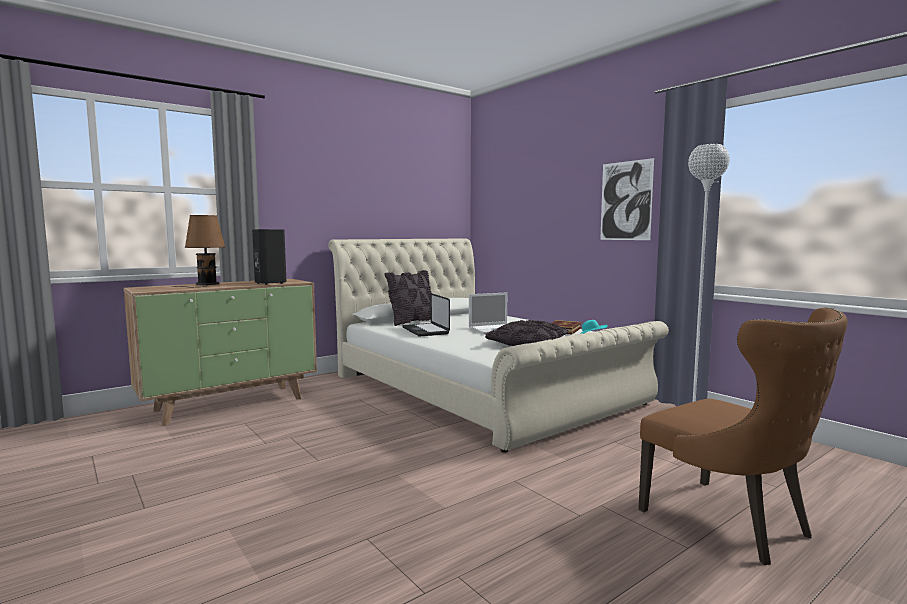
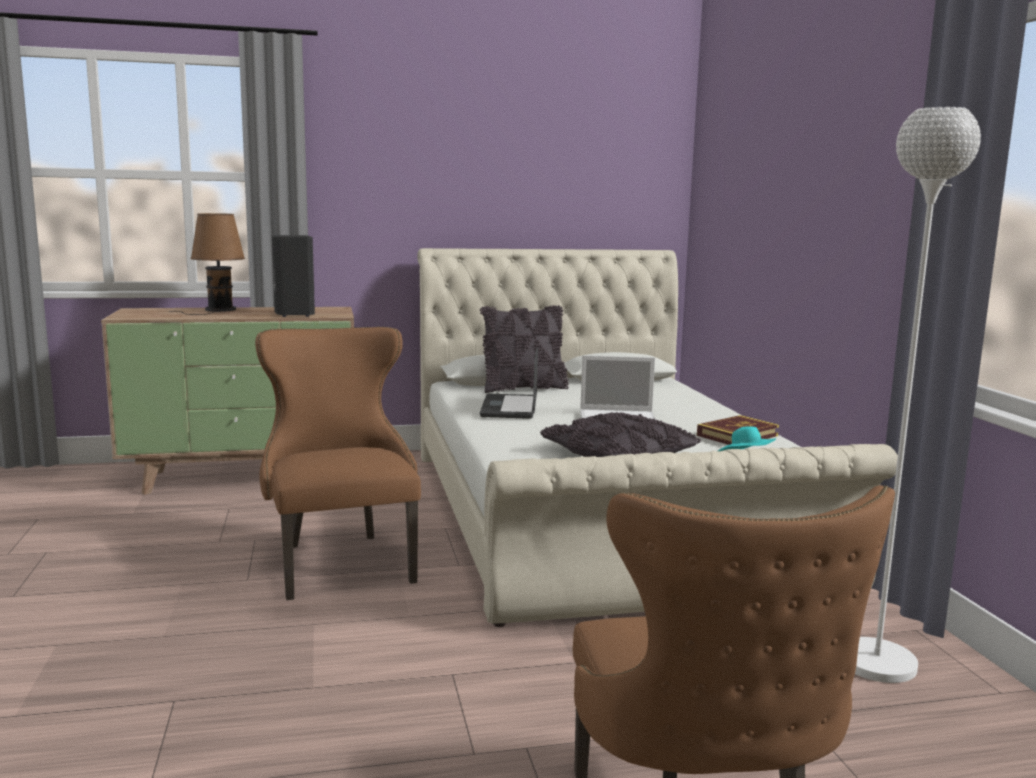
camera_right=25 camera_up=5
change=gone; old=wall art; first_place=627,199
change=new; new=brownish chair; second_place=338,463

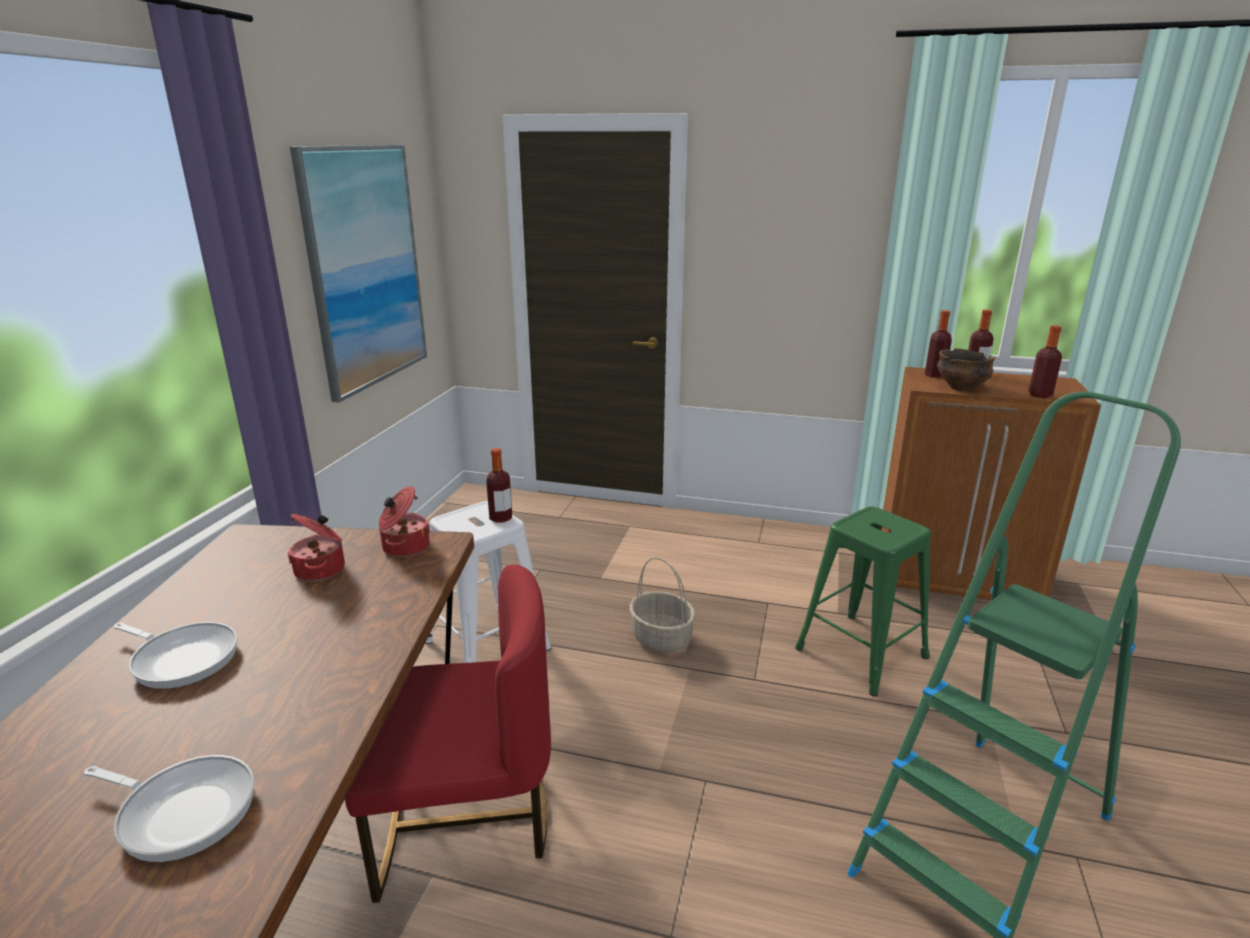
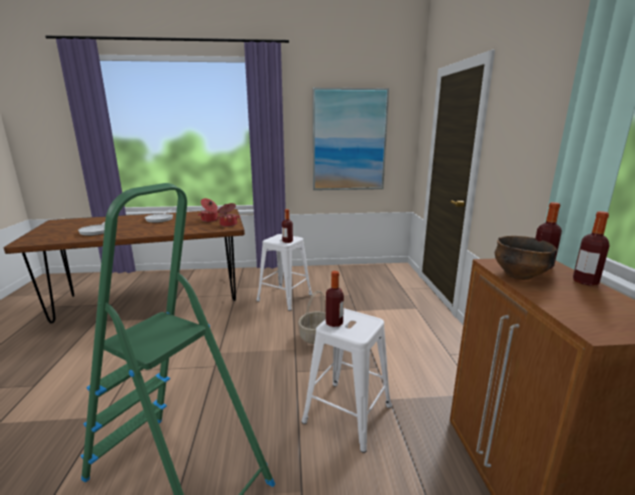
camera_right=70 camera_up=-5
change=shifted; old=drink bottle; first_place=1045,361; second_place=335,299
change=repainted; old=green-coloured sitting stool; new=white sitting stool; first_place=863,601; second_place=346,380
change=gone; old=reddish chair; first_place=448,733

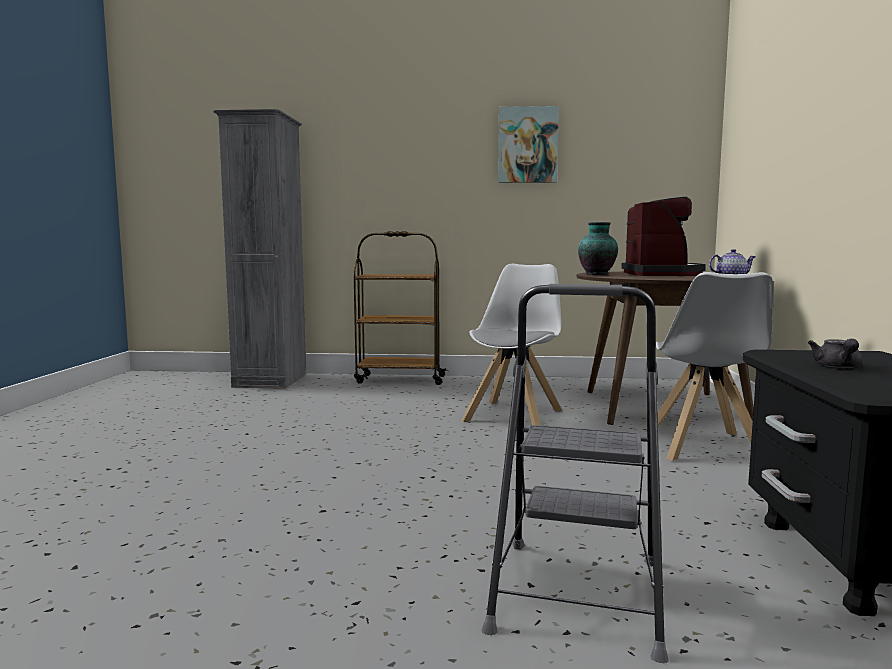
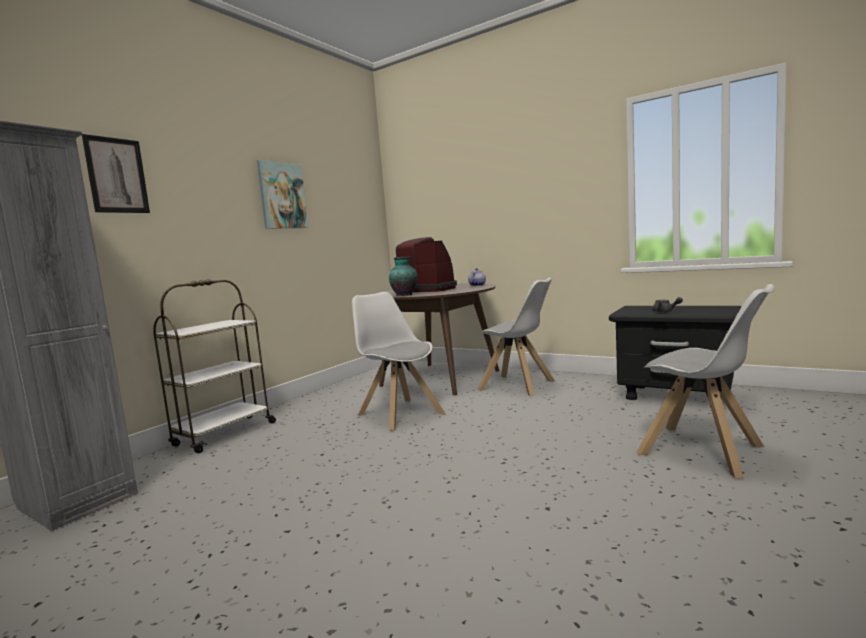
camera_right=-60 camera_up=0
change=repainted; old=brownish cart; new=white cart; first_place=401,308; second_place=214,366
change=swapped; old=greyish step ladder; new=chair; first_place=575,473; second_place=705,381
change=new; new=wall art; second_place=116,173

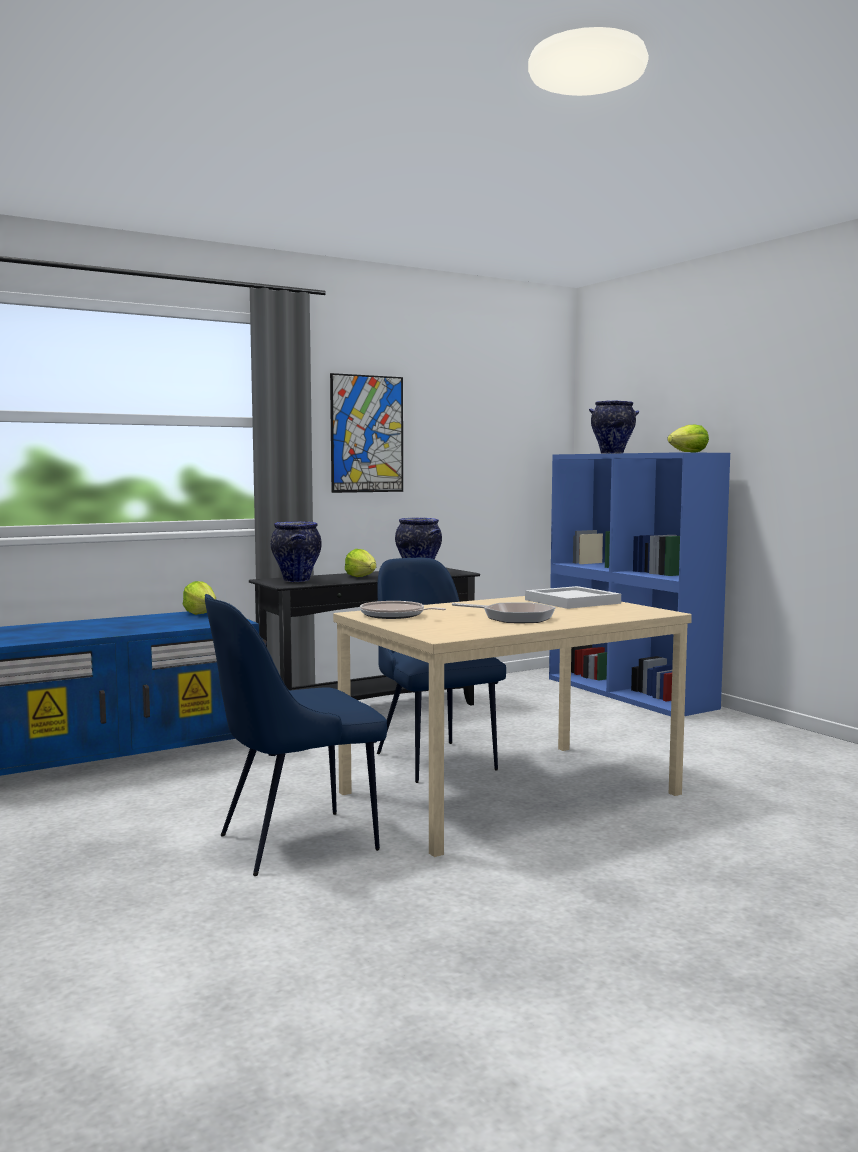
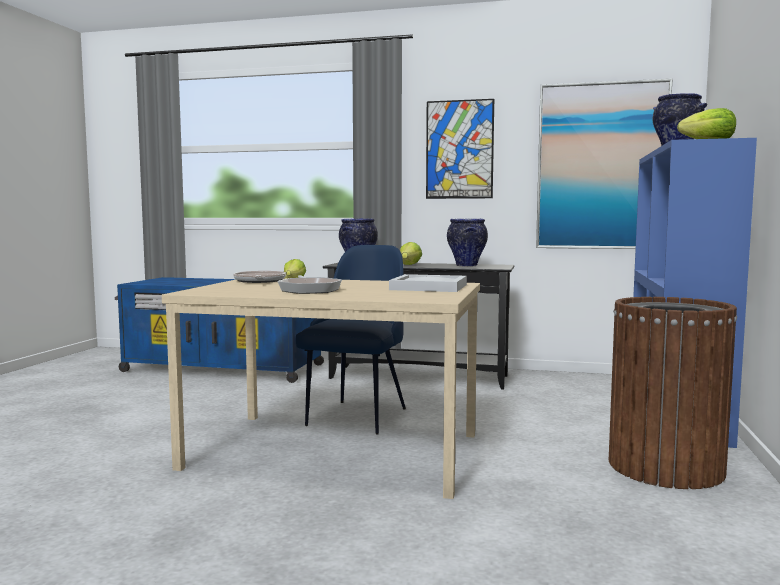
camera_right=45 camera_up=0
change=gone; old=bluish chair; first_place=296,735
change=new; new=wall art; second_place=604,164
change=new; new=brownish trash can; second_place=673,393

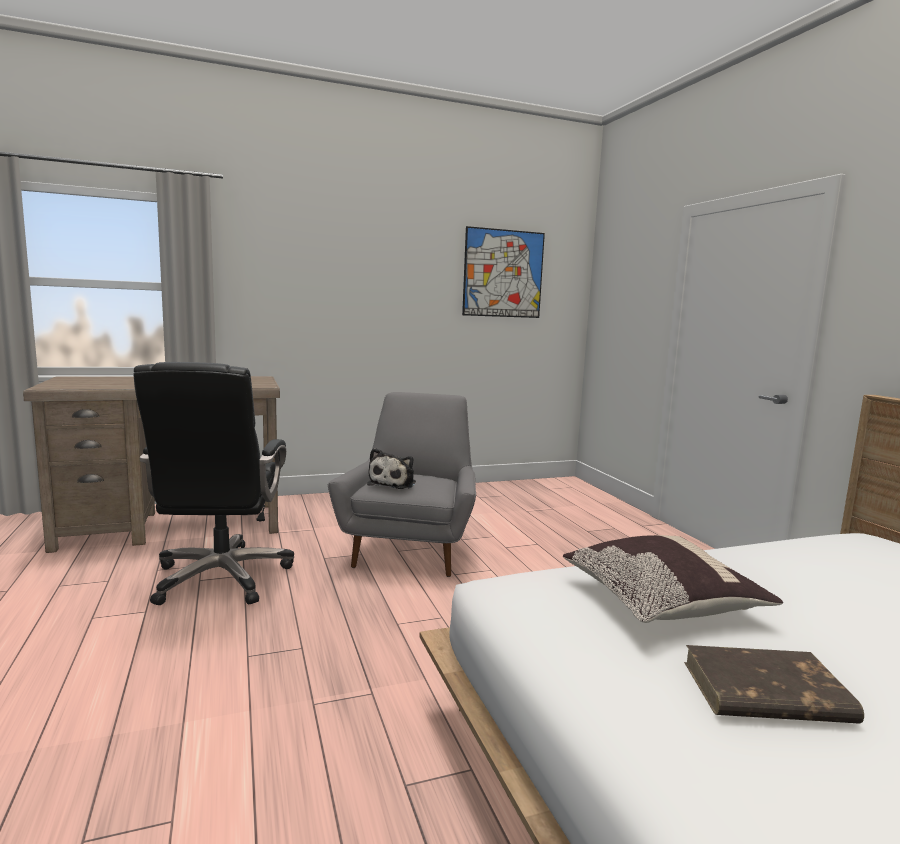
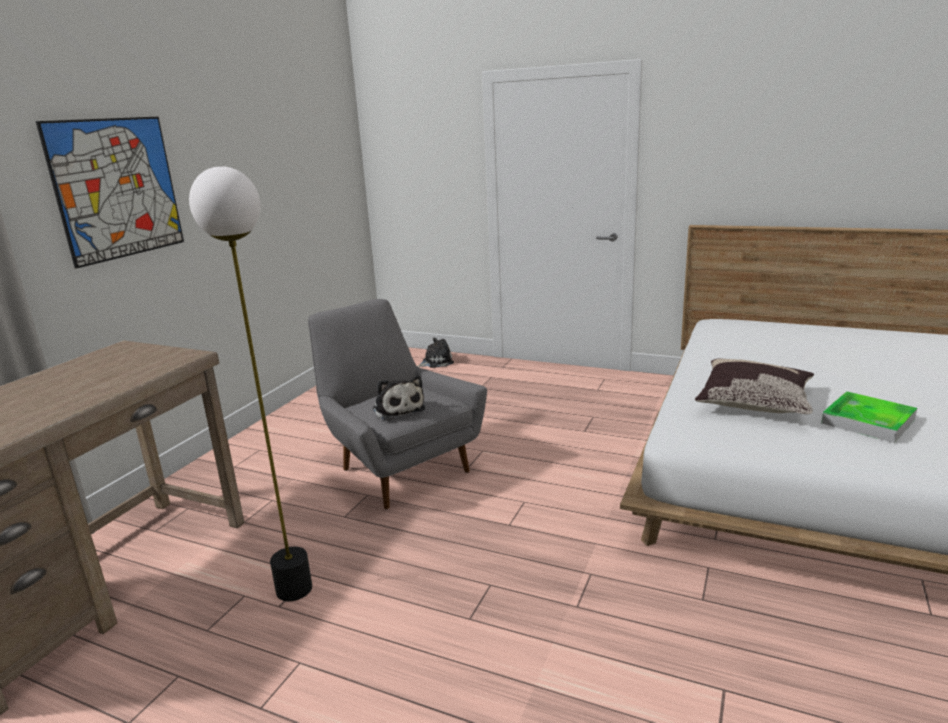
camera_right=-45 camera_up=10
change=shifted; old=wall art; first_place=503,272; second_place=110,193
change=swapped; old=black office chair; new=floor lamp; first_place=213,483; second_place=250,383
change=swapped; old=brownish volume; new=serving tray; first_place=774,684; second_place=869,417
change=new; new=soft toy; second_place=436,353

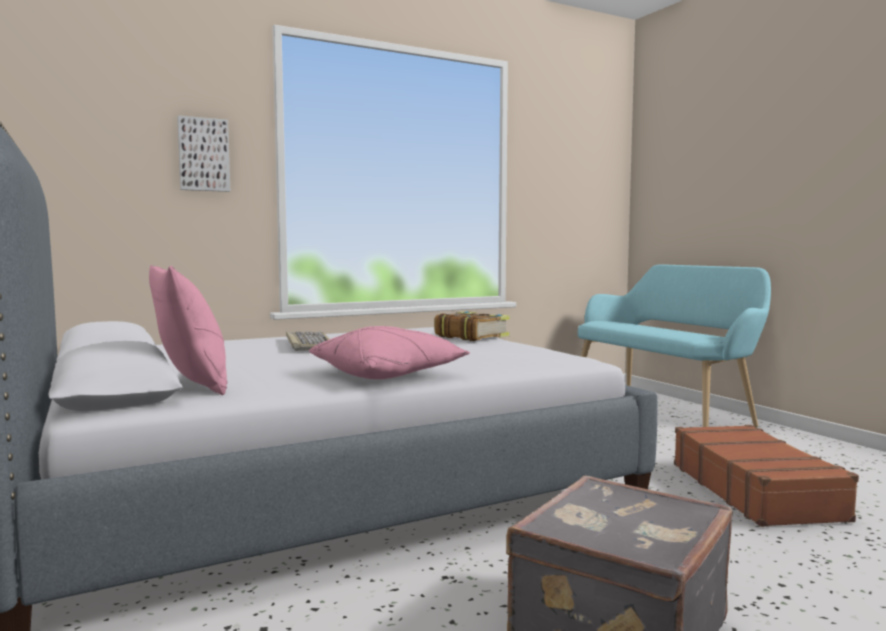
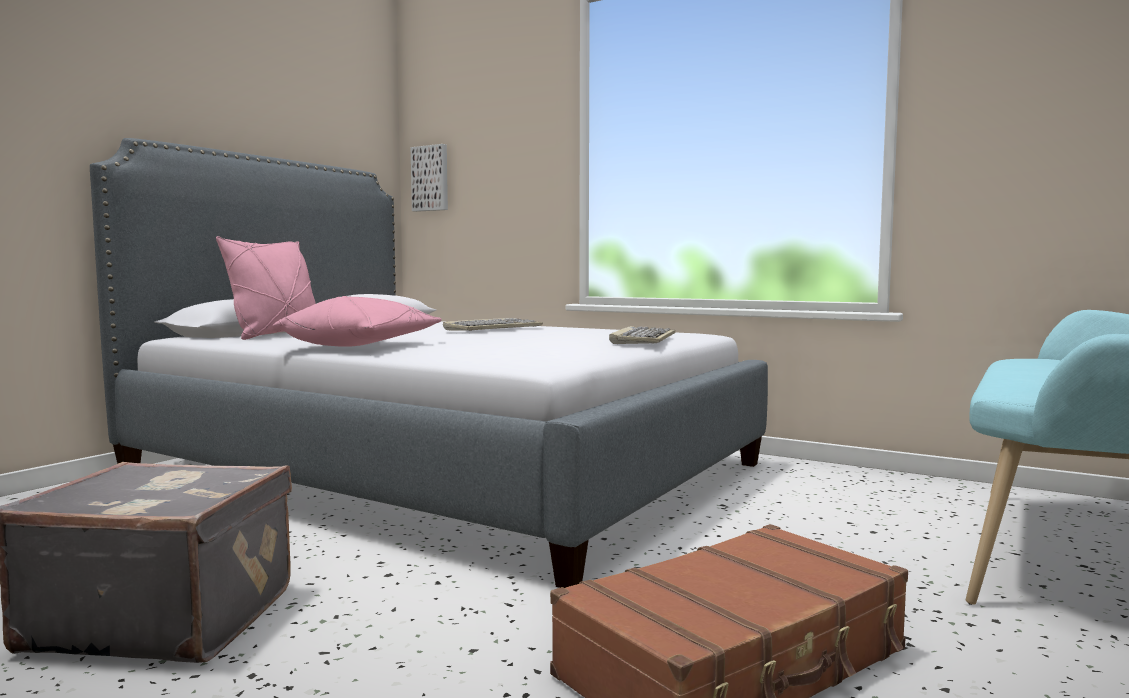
camera_right=60 camera_up=0
change=shifted; old=wall art; first_place=203,153; second_place=429,178
change=swapped; old=volume; new=computer keyboard; first_place=472,326; second_place=642,335

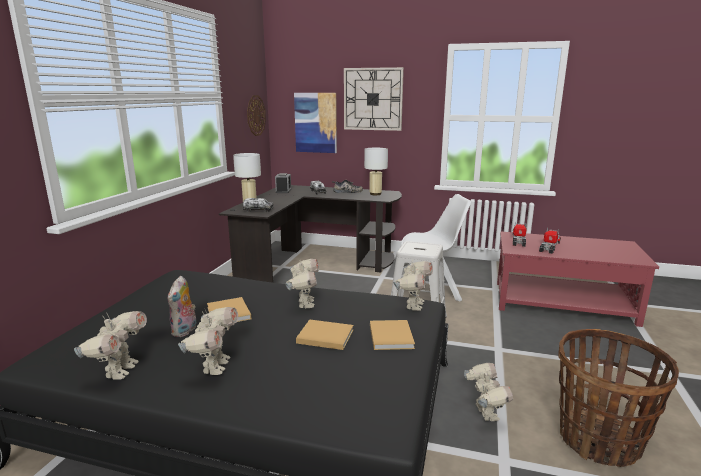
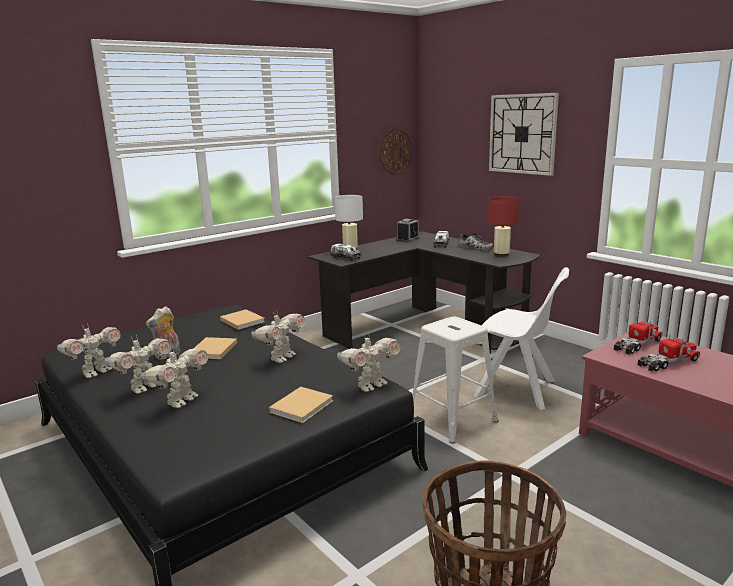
camera_right=35 camera_up=0
change=gone; old=wall art; first_place=315,123
change=repainted; old=white lamp for a table; new=reddish lamp for a table; first_place=376,171; second_place=503,226
change=shifted; old=beige volume; first_place=325,334; second_place=242,319
change=shifted; old=toy robot; first_place=488,392; second_place=174,377

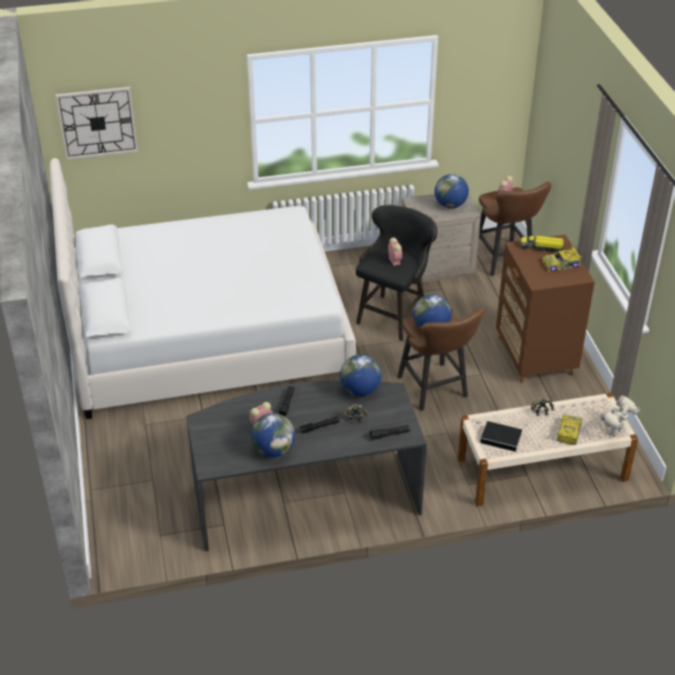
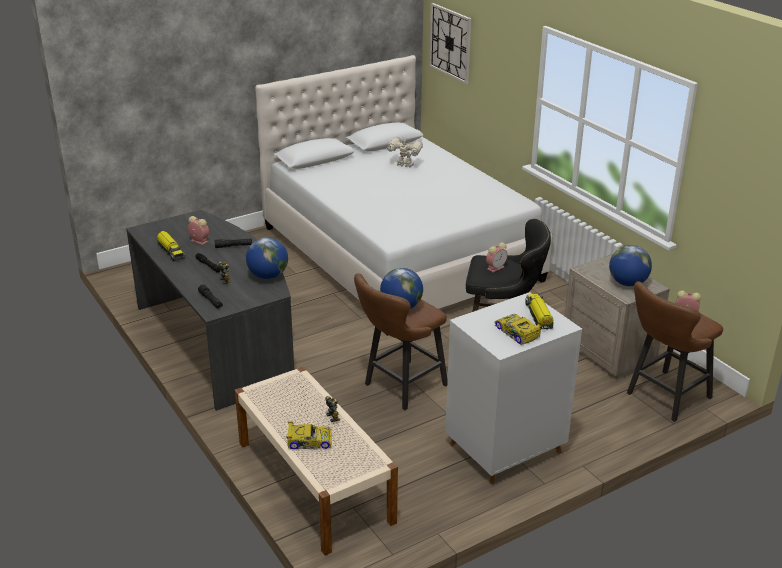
camera_right=70 camera_up=-10
change=repainted; old=brownish drawer chest; new=white drawer chest; first_place=545,309; second_place=514,388
change=shifted; old=toy robot; first_place=620,416; second_place=405,151
change=swapped; old=desk globe; new=model truck; first_place=273,435; second_place=171,246
change=gone; old=volume; first_place=502,436

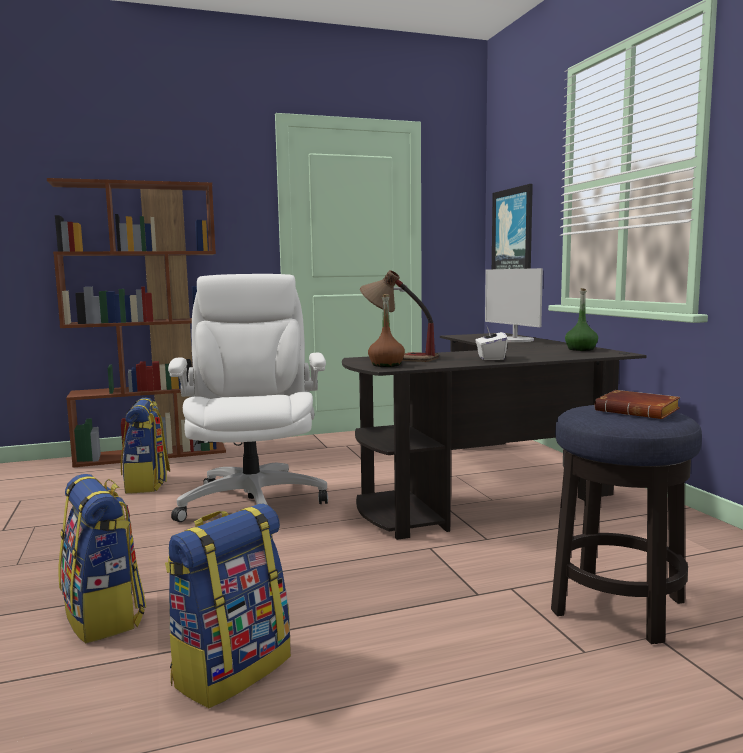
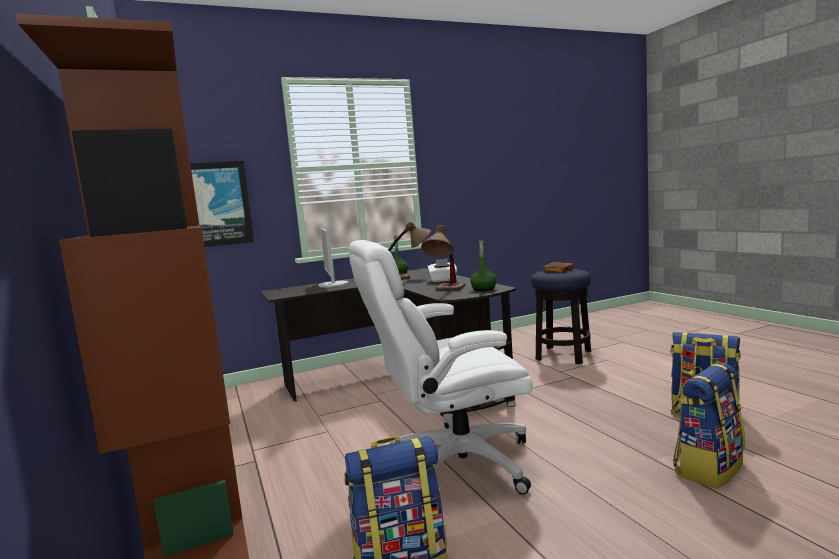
camera_right=-95 camera_up=0
change=rotated; old=computer display; first_place=514,305; second_place=333,258; degrees=105
change=repainted; old=brownish drink bottle; new=green-coloured drink bottle; first_place=386,330; second_place=483,265
change=new; new=lamp for a table; second_place=410,251

